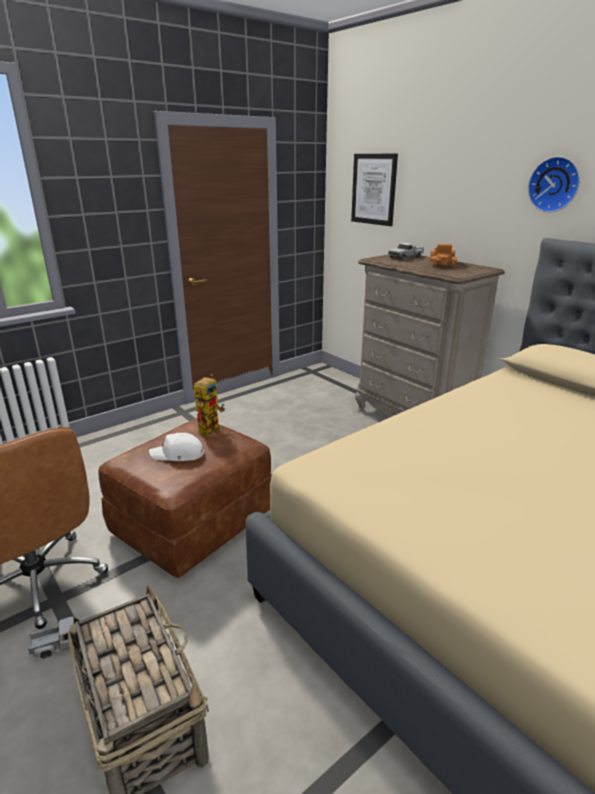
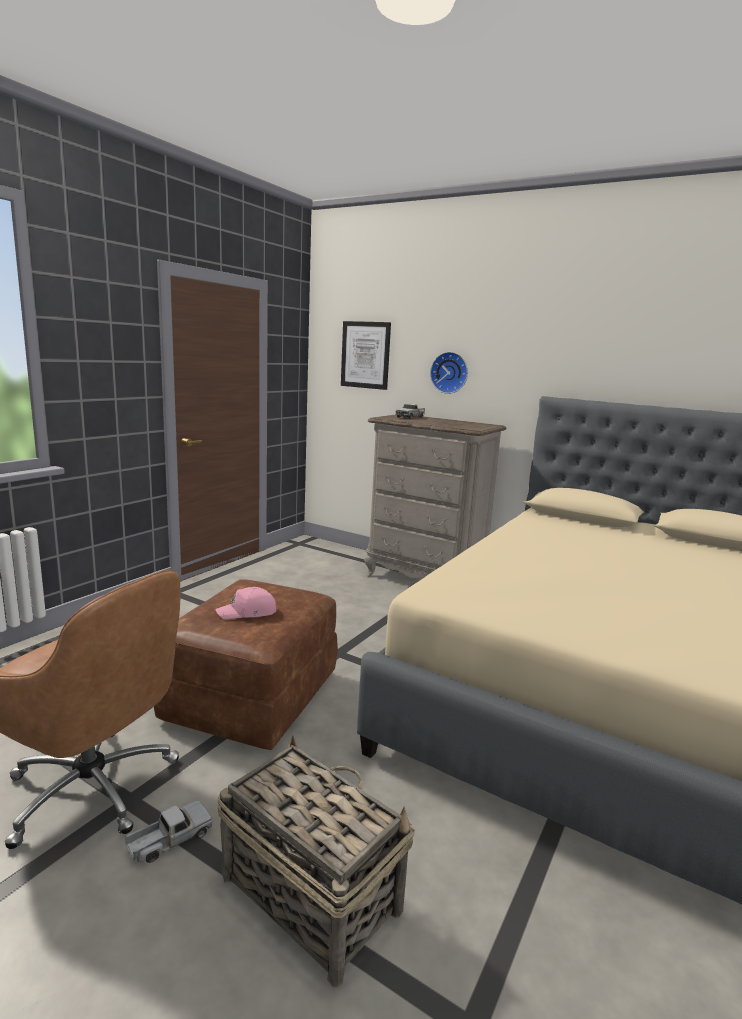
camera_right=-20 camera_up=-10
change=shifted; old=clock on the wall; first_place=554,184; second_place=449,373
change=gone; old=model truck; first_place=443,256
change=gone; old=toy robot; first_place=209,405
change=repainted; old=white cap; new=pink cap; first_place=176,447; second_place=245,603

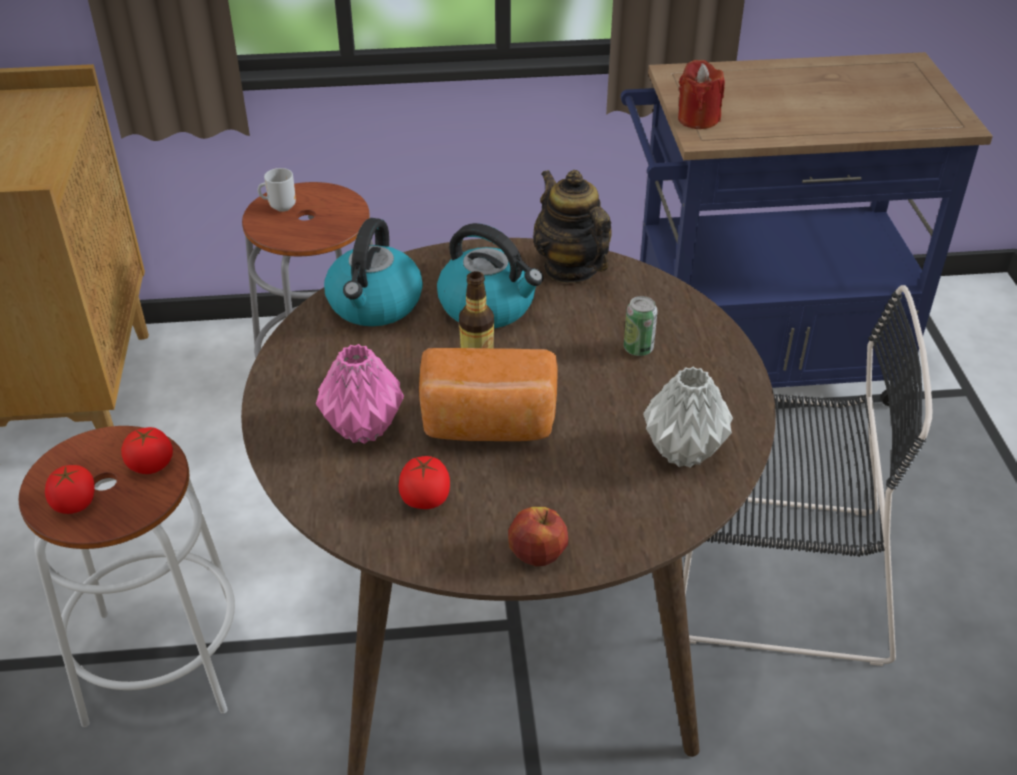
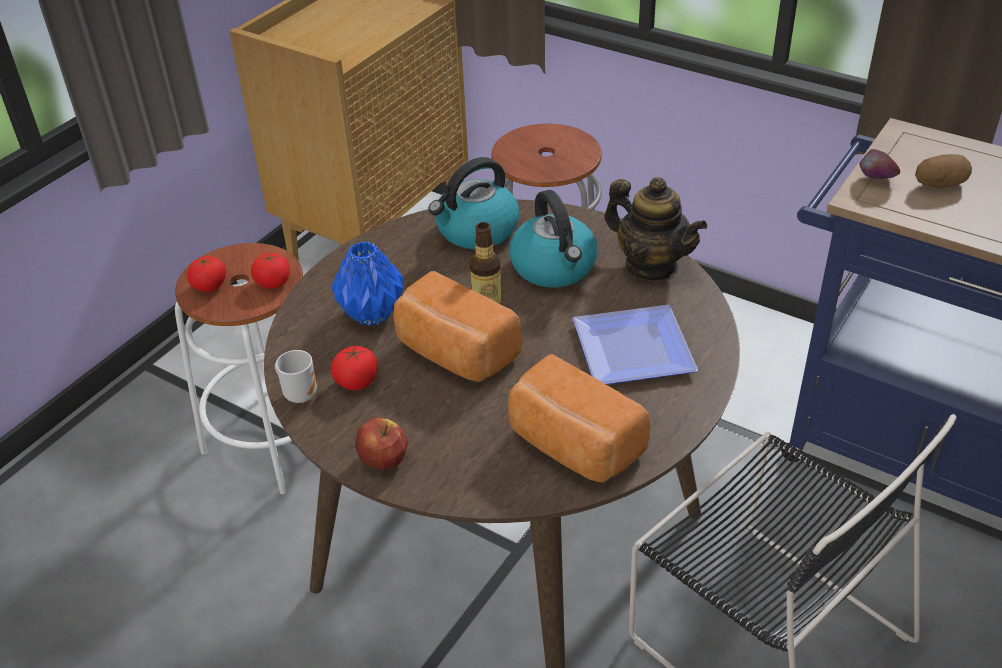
camera_right=40 camera_up=0
change=swapped; old=reddish wax candle; new=whole apple; first_place=701,94; second_place=879,164
change=shifted; old=tea mug; first_place=277,190; second_place=296,376
change=rotated; old=pot for tea; first_place=572,226; second_place=655,228; degrees=120
change=swapped; old=sealed can; new=plate; first_place=641,326; second_place=635,344
change=repainted; old=pink decorative vase; new=bluish decorative vase; first_place=360,394; second_place=367,283
change=swapped; old=greyish decorative vase; new=bread; first_place=688,417; second_place=579,418
change=new; new=spud; second_place=943,171

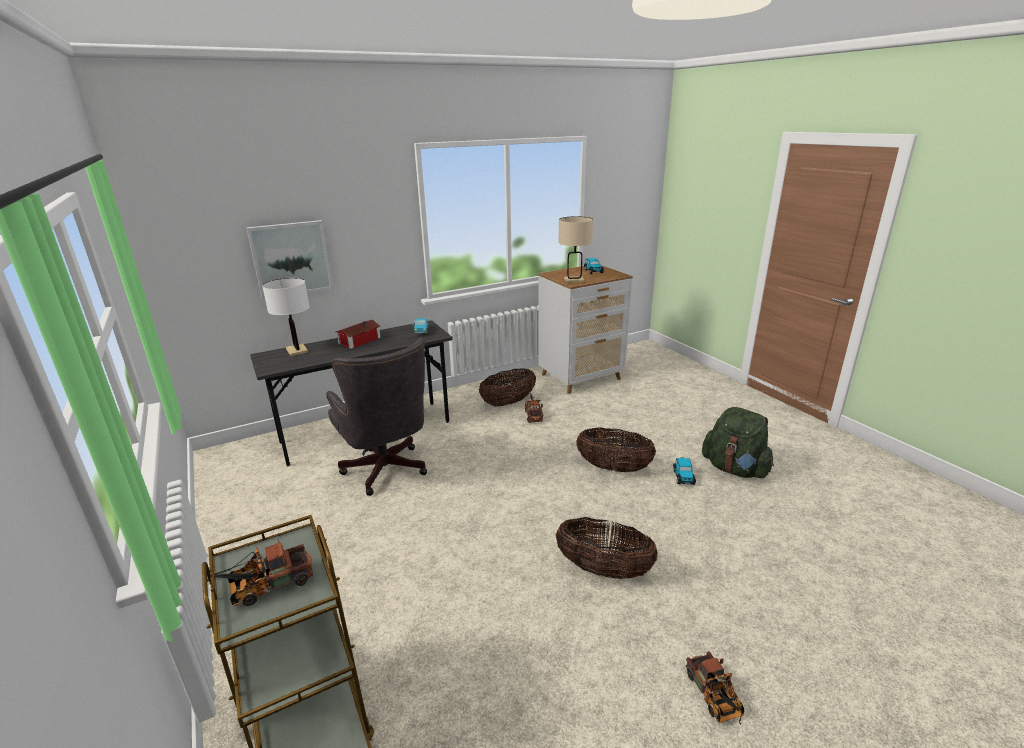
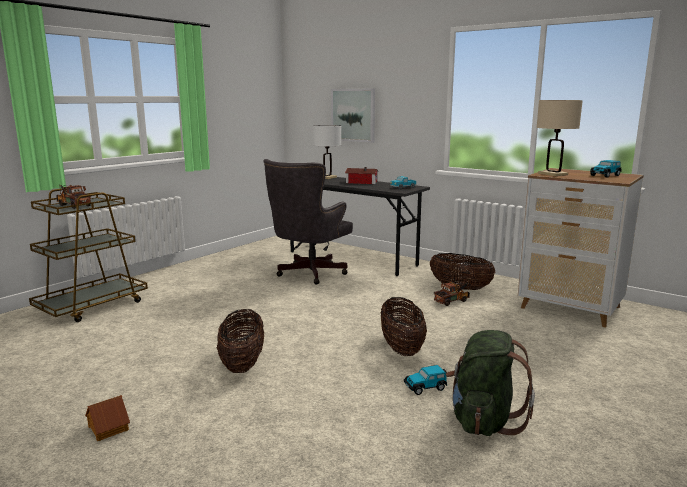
camera_right=65 camera_up=-10
change=swapped; old=model truck; new=model house; first_place=715,687; second_place=107,418

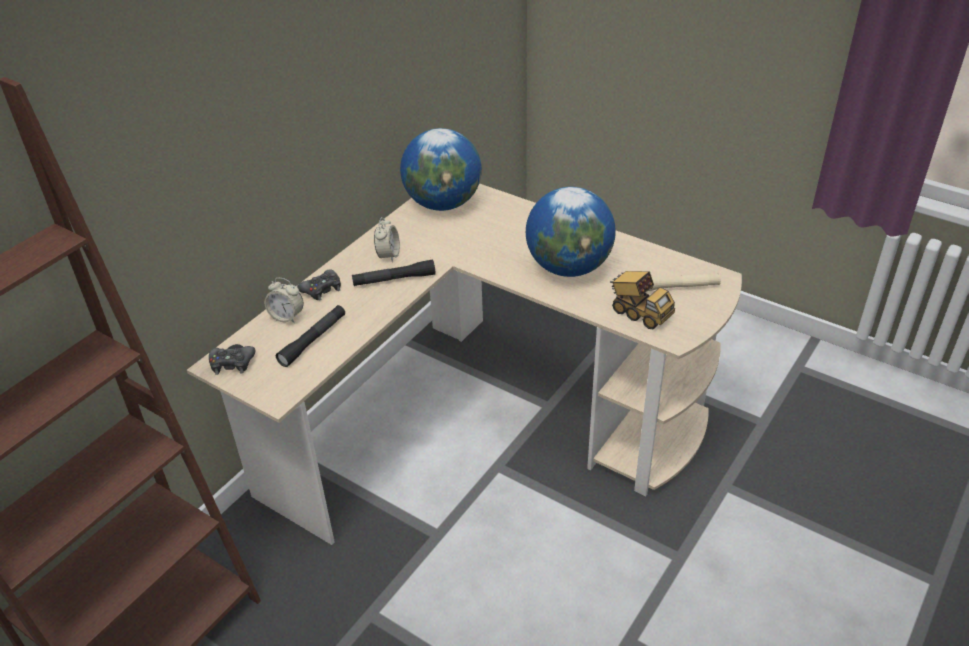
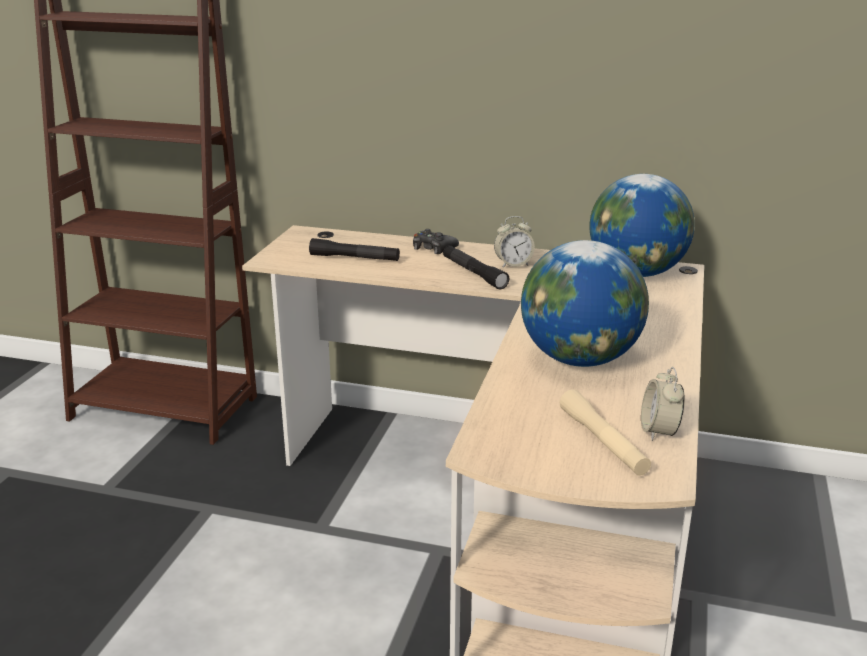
camera_right=70 camera_up=-15
change=gone; old=model truck; first_place=642,300
change=shifted; old=alarm clock; first_place=283,300; second_place=663,404
change=gone; old=black game controller; first_place=232,360

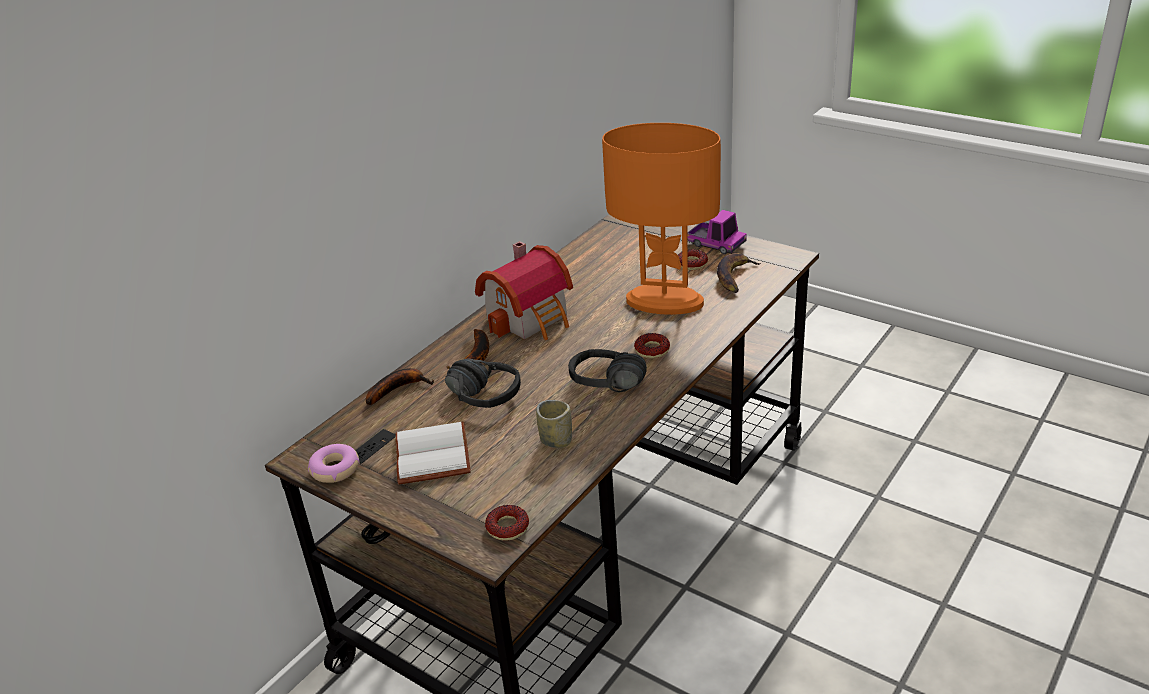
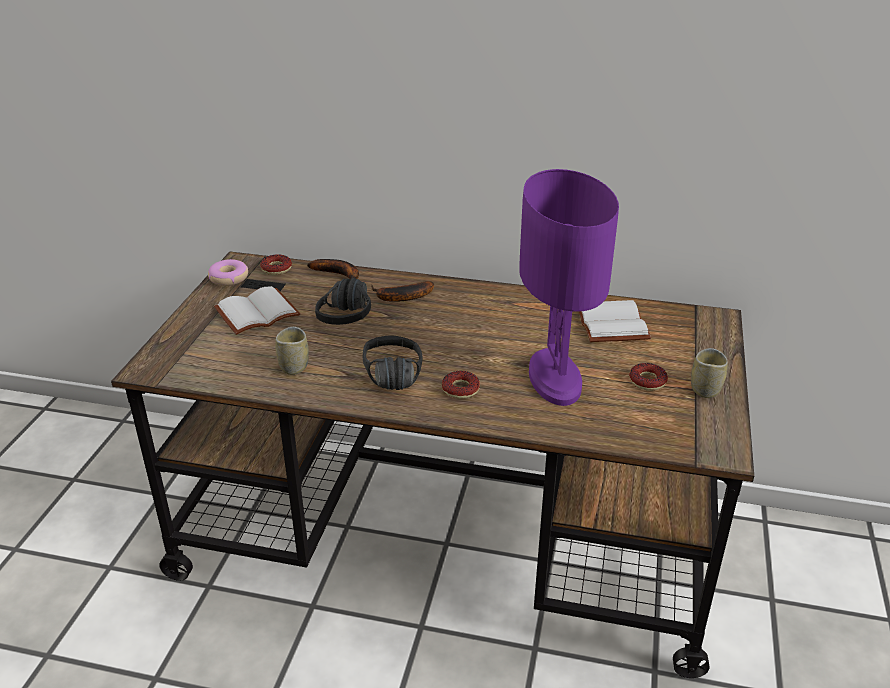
camera_right=65 camera_up=0
change=repainted; old=orange lamp for a table; new=purple lamp for a table; first_place=661,219; second_place=569,287
change=swapped; old=model truck; new=small cup; first_place=717,232; second_place=709,373
change=gone; old=model house; first_place=524,290
change=gone; old=banana fruit; first_place=739,273
change=shifted; old=ring doughnut; first_place=507,523; second_place=276,264
change=new; new=white volume; second_place=615,321

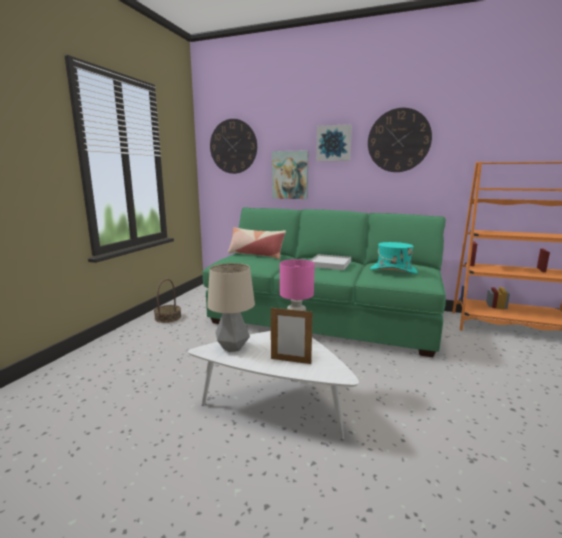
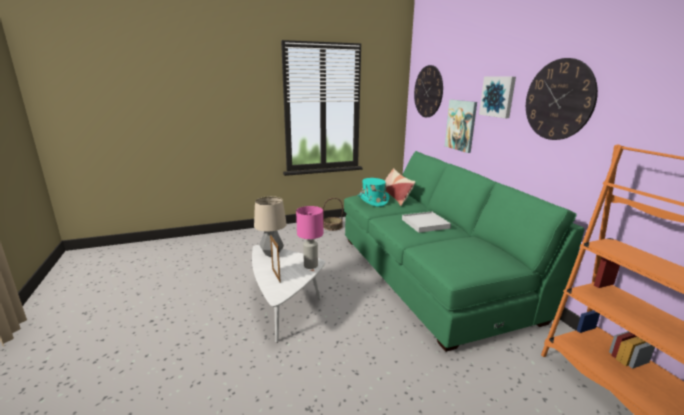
camera_right=50 camera_up=5
change=shifted; old=blue-green wearable hat; first_place=394,258; second_place=373,192

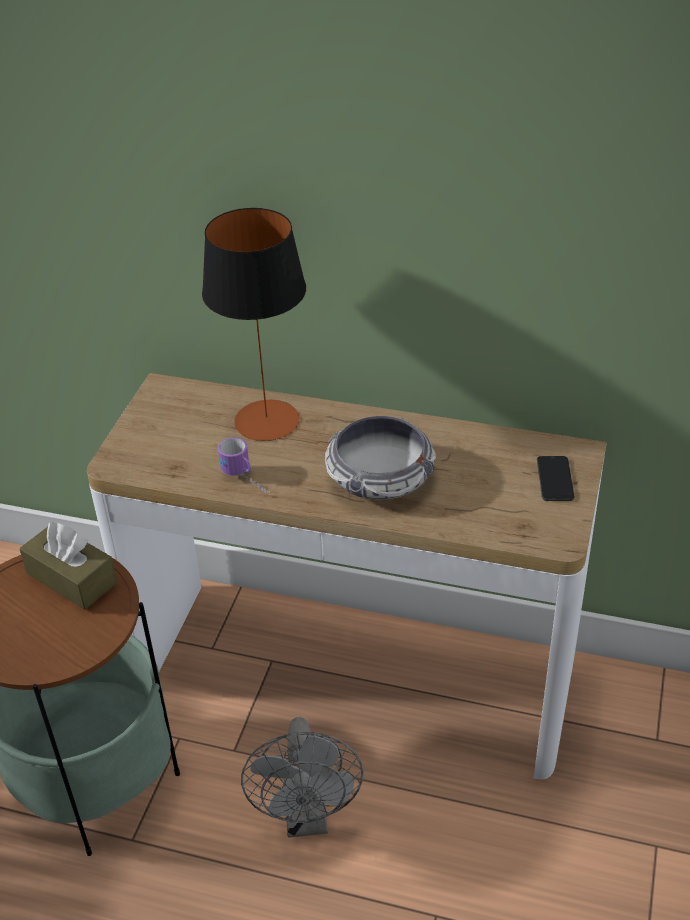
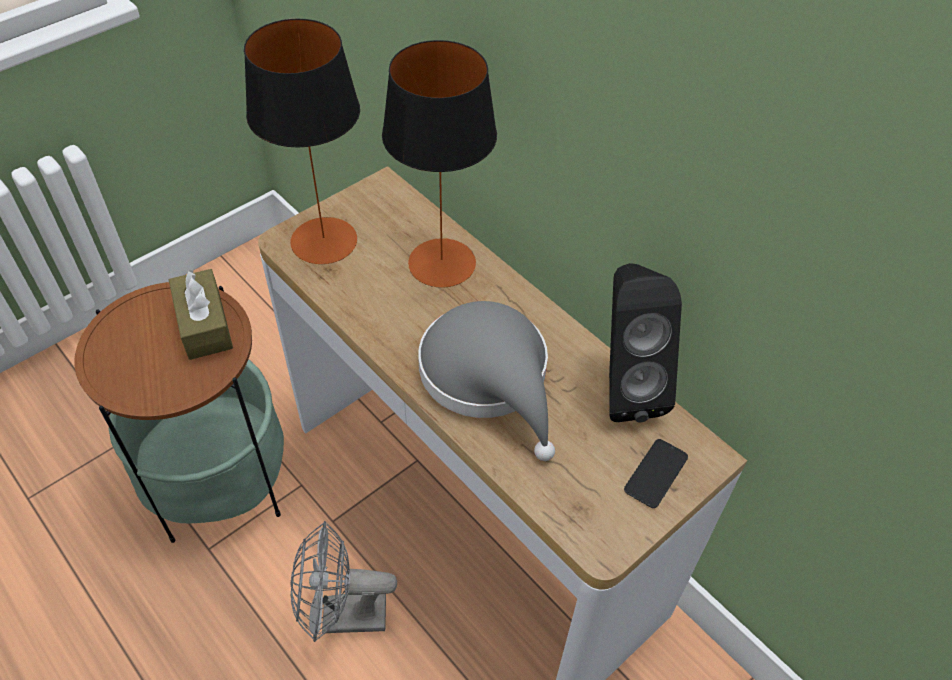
camera_right=30 camera_up=10
change=swapped; old=bowl; new=greyish wearable hat; first_place=380,458; second_place=486,381
change=gone; old=tea mug; first_place=244,466
change=rotated; old=greyish cooling fan; first_place=302,777; second_place=344,581; degrees=60
change=new; new=lamp for a table; second_place=302,141
change=new; new=black audio speaker; second_place=645,343

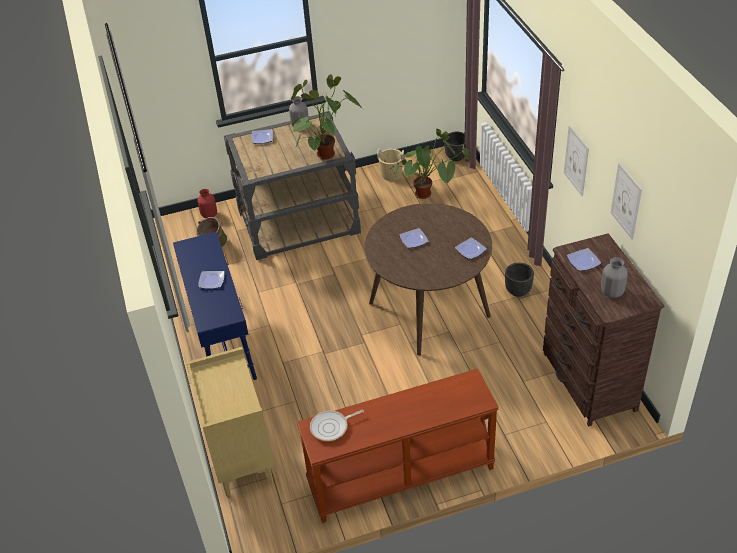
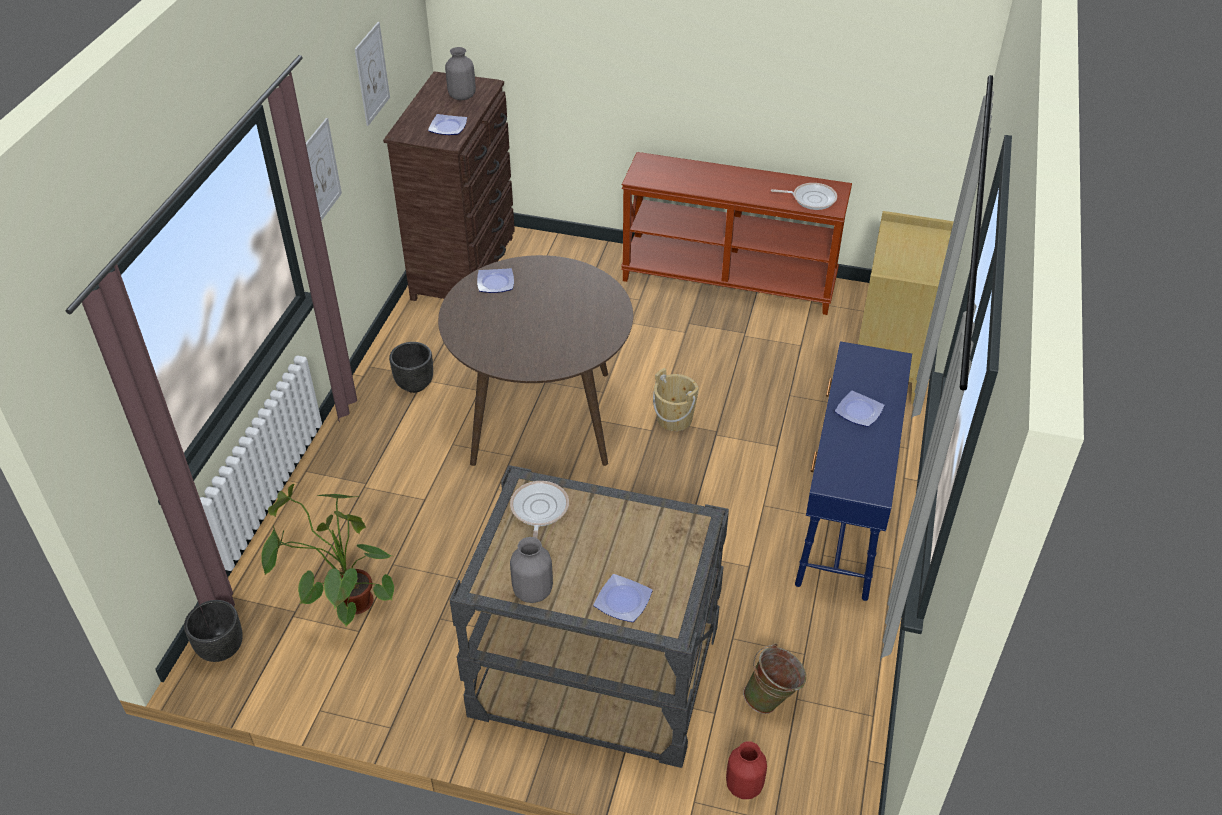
camera_right=-150 camera_up=0
change=swapped; old=potted plant; new=frying pan; first_place=326,117; second_place=539,509
change=shifted; old=beige pail; first_place=391,165; second_place=676,399
change=gone; old=plate; first_place=414,238

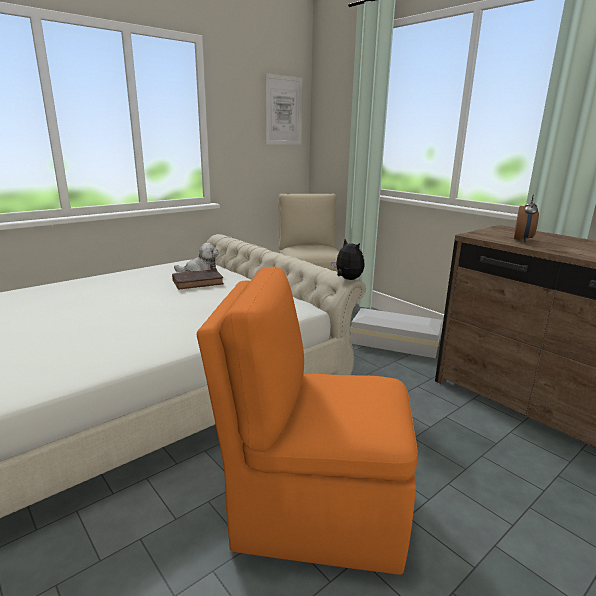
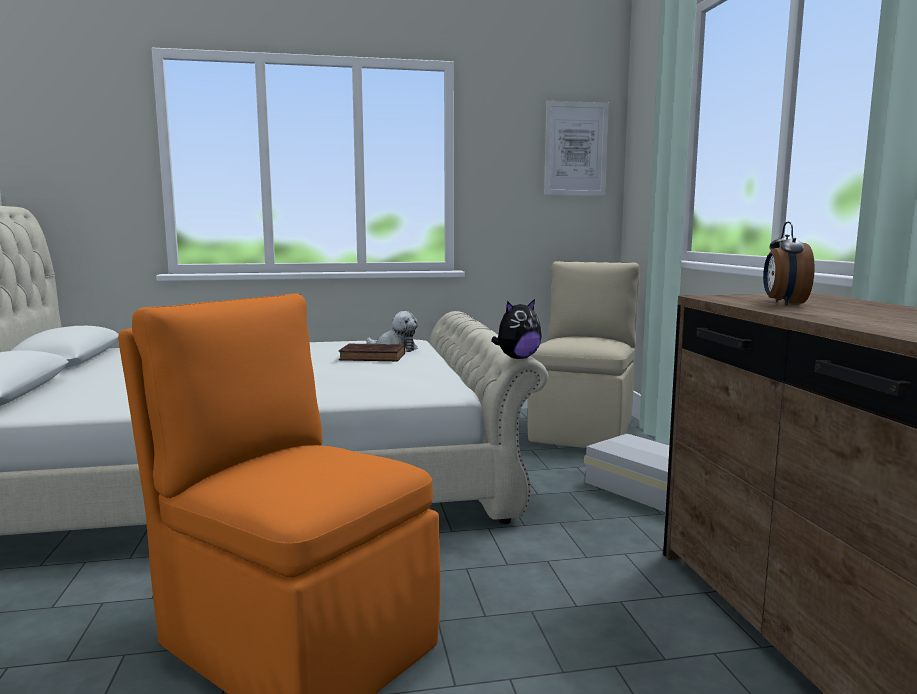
camera_right=30 camera_up=-10
change=rotated; old=alarm clock; first_place=526,218; second_place=789,263; degrees=135
change=rotated; old=soft toy; first_place=348,259; second_place=516,329; degrees=60

